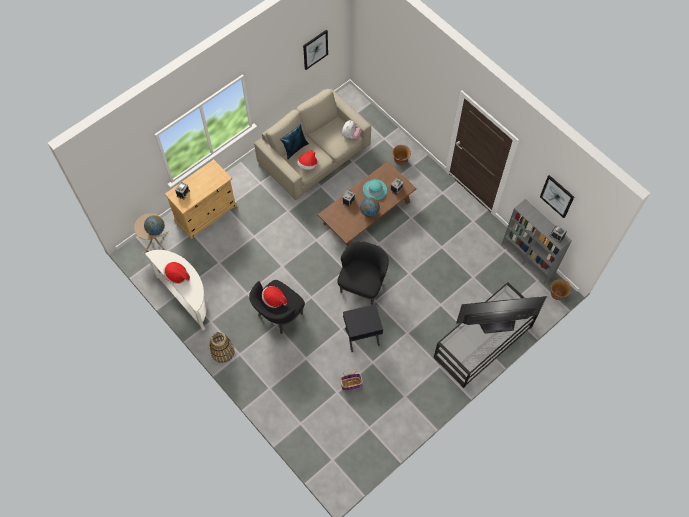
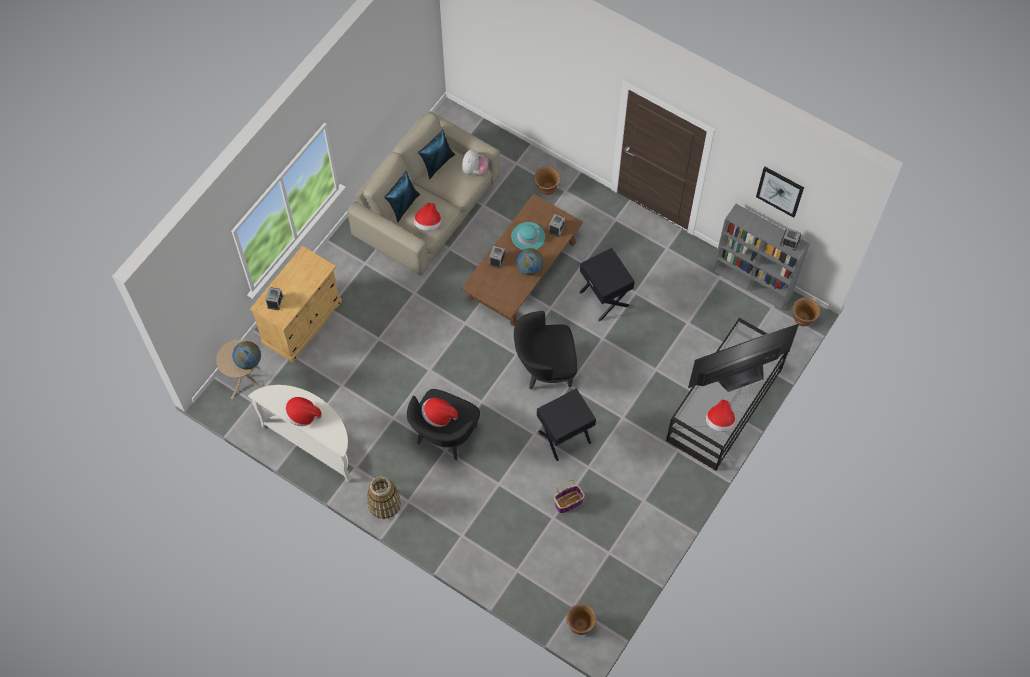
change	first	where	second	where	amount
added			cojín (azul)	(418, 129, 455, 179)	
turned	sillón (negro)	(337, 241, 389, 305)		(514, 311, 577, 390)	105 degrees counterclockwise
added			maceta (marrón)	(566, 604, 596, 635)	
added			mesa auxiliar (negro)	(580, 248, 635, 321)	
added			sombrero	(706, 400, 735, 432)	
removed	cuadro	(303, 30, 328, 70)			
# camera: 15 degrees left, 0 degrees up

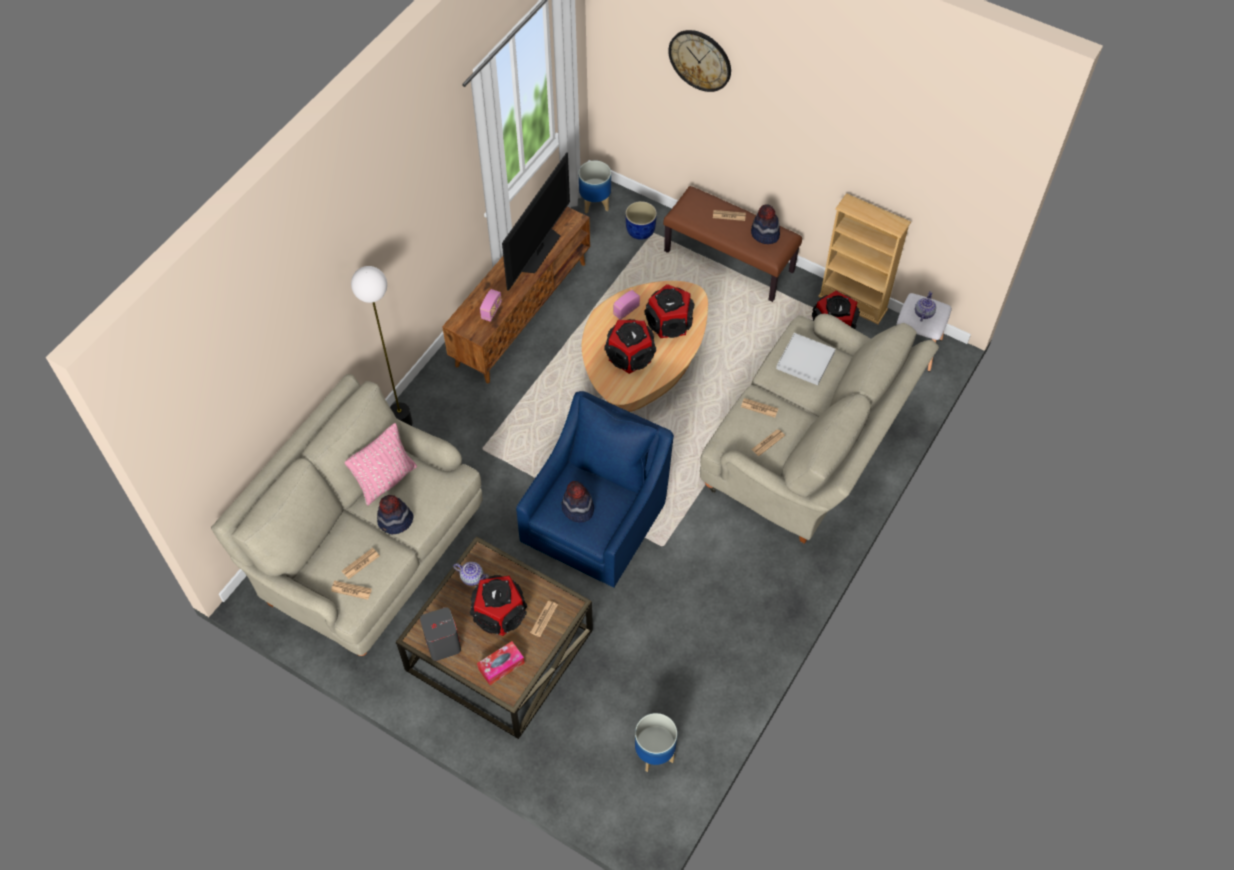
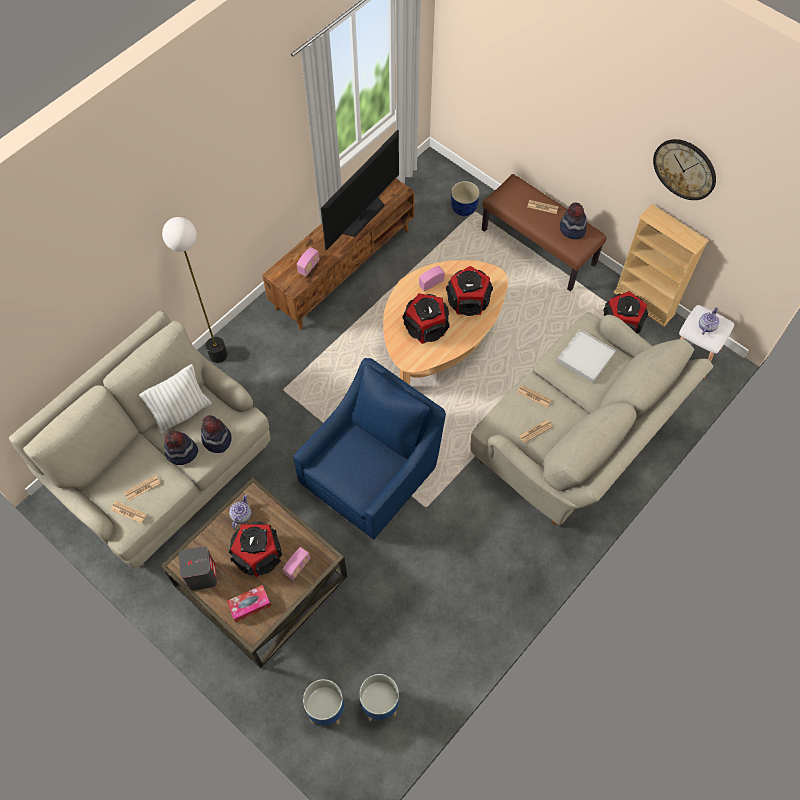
change	first	where	second	where	amount
recoloured	cojín (rosa)	(345, 423, 417, 506)	cojín (blanco)	(139, 364, 212, 434)	
moved	sombrero	(561, 481, 594, 522)		(201, 415, 232, 453)	
turned	tetera	(453, 562, 489, 586)		(229, 494, 251, 529)	105 degrees counterclockwise
replaced	periódico	(530, 601, 558, 637)	radio	(283, 547, 310, 580)	
moved	maceta	(578, 161, 611, 214)		(303, 679, 344, 725)	
moved	reloj de pared	(668, 30, 731, 92)		(653, 139, 716, 200)	
# camera: 10 degrees right, 5 degrees up

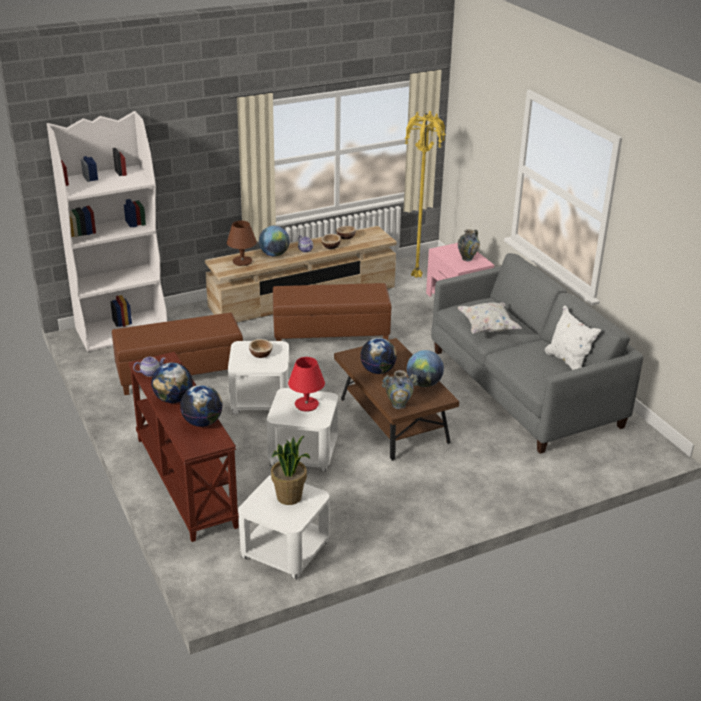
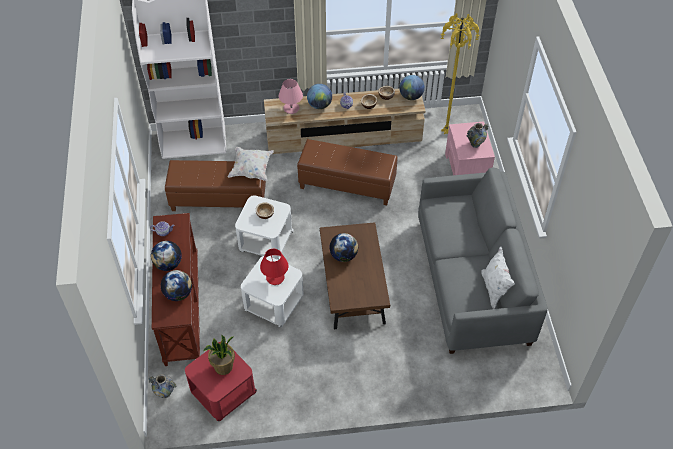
change	first	where	second	where	amount
moved	florero	(382, 370, 418, 409)		(149, 374, 177, 398)	
recoloured	mesa auxiliar (blanco)	(238, 475, 330, 579)	mesa auxiliar (rojo)	(185, 342, 257, 421)	
moved	cojín (blanco)	(458, 302, 522, 334)		(227, 147, 274, 181)	
recoloured	lámpara de mesa (marrón)	(227, 221, 257, 266)	lámpara de mesa (rosa)	(278, 79, 303, 114)	
moved	globo terráqueo	(407, 350, 444, 387)		(399, 75, 425, 100)	
# camera: 20 degrees right, 20 degrees up

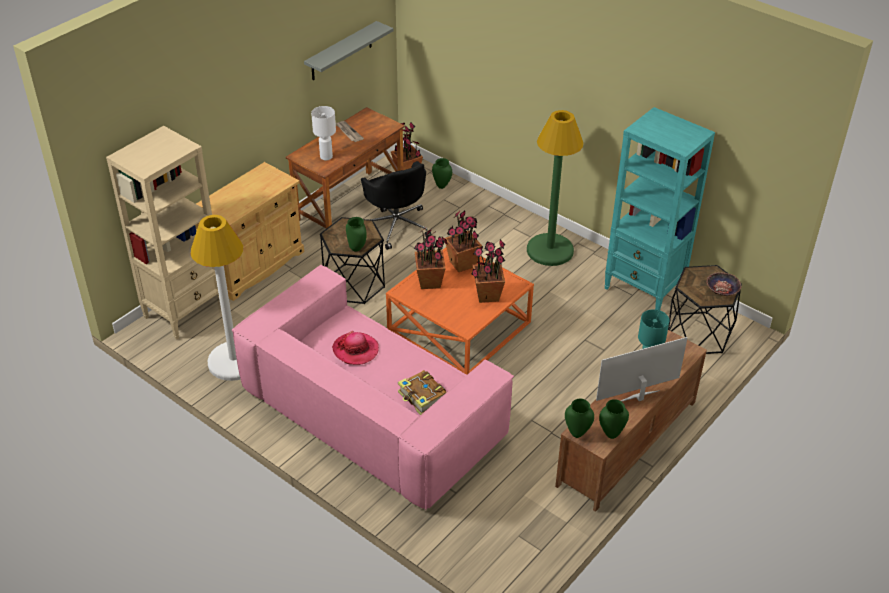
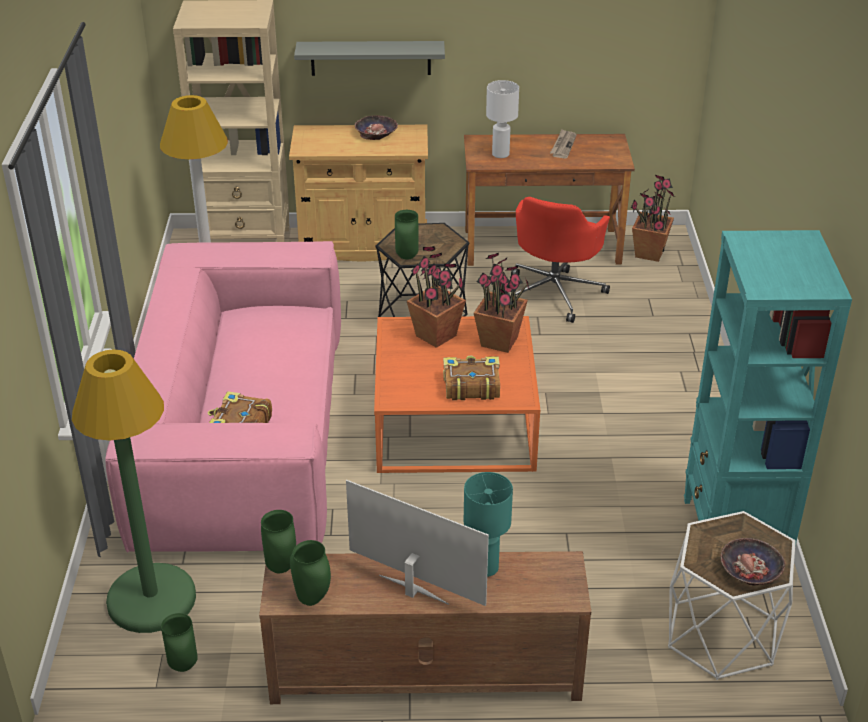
change	first	where	second	where	amount
moved	lámpara de pie (verde)	(527, 110, 584, 266)		(72, 349, 196, 633)	
moved	florero (verde)	(432, 158, 452, 189)		(161, 613, 198, 672)	
moved	estante (gris)	(304, 21, 393, 80)		(294, 41, 445, 76)	
added			cuenco	(355, 116, 398, 140)	
replaced	planta en maceta	(471, 239, 505, 303)	libro	(443, 355, 500, 400)	
recoloured	silla de oficina (negro)	(361, 161, 432, 250)	silla de oficina (rojo)	(511, 197, 610, 323)	
recoloured	mesa auxiliar (negro)	(668, 265, 742, 354)	mesa auxiliar (blanco)	(668, 511, 796, 680)	
removed	sombrero	(332, 331, 379, 365)			
# camera: 50 degrees right, 5 degrees down

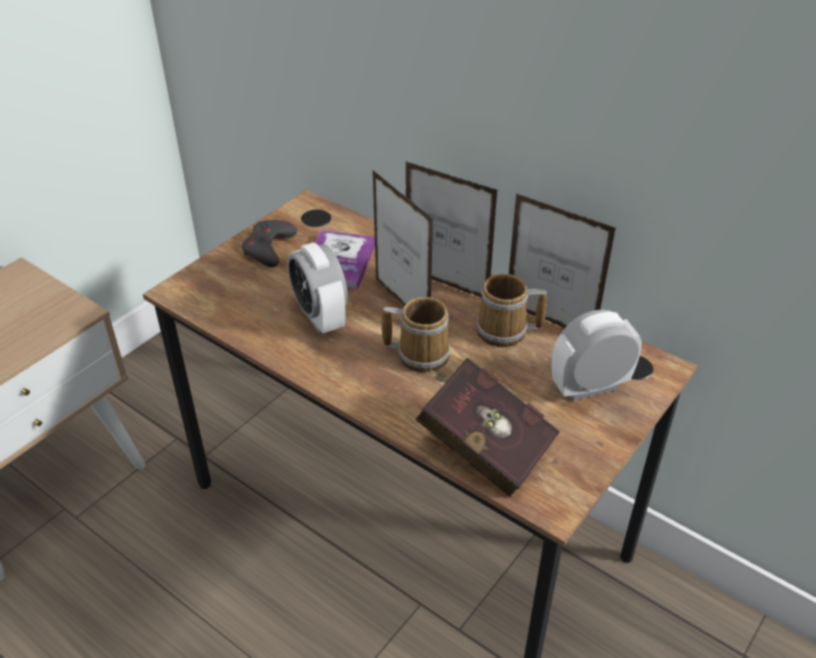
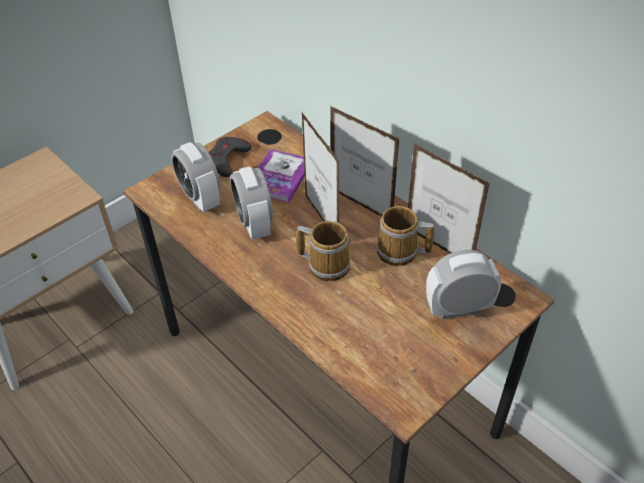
change	first	where	second	where	amount
added			despertador	(171, 142, 220, 212)	
removed	libro (rojo)	(415, 358, 560, 497)			
# camera: 10 degrees right, 5 degrees up

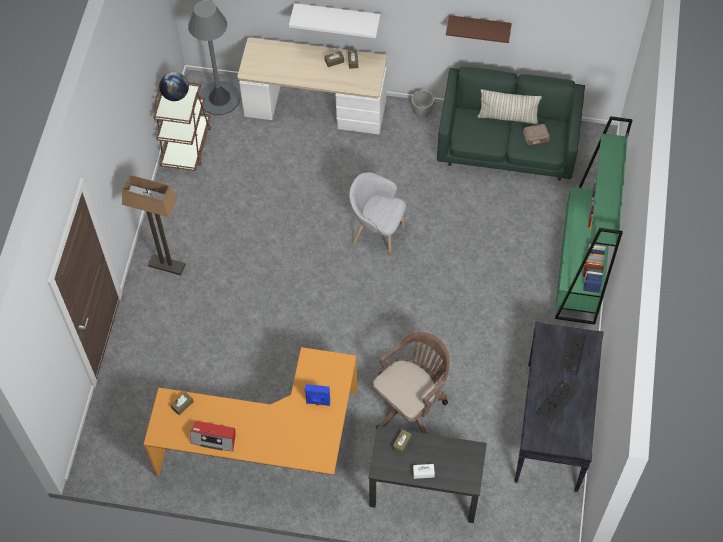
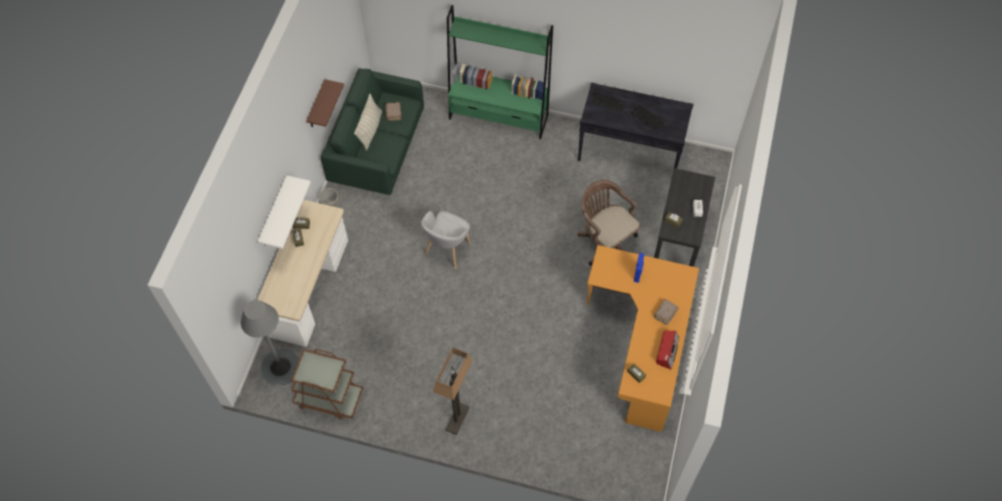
change	first	where	second	where	amount
added			libro (marrón)	(654, 299, 679, 325)	
removed	globo terráqueo	(159, 72, 189, 101)			
# camera: 85 degrees left, 0 degrees up

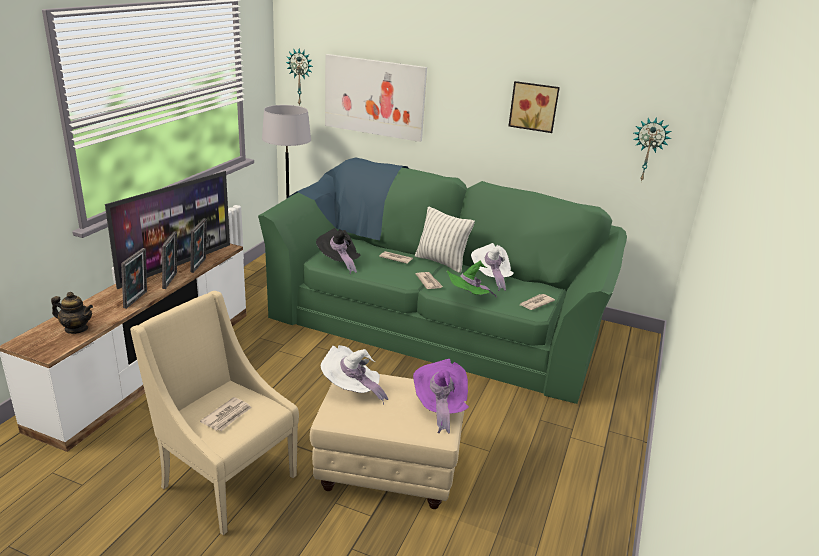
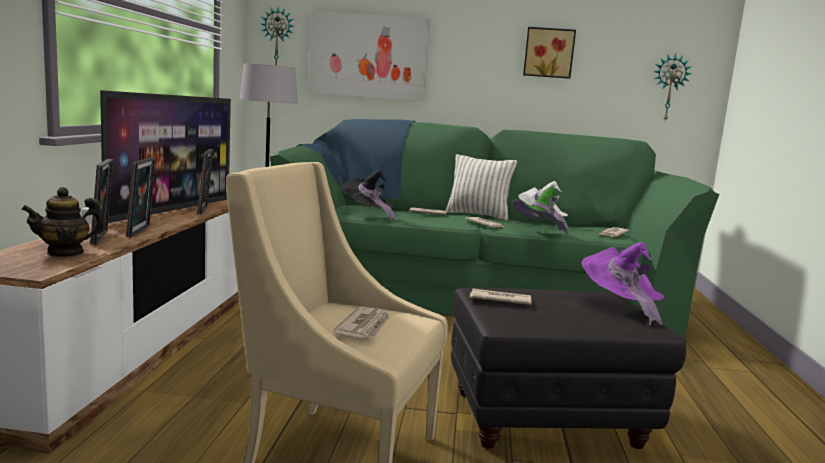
change	first	where	second	where	amount
turned	tetera	(51, 292, 93, 334)		(21, 187, 105, 257)	150 degrees clockwise
moved	portarretratos	(162, 231, 177, 289)		(90, 159, 113, 245)	
recoloured	puf (beis)	(310, 374, 466, 509)	puf (negro)	(451, 288, 686, 449)	
replaced	sombrero (blanco)	(321, 345, 388, 405)	periódico	(470, 289, 531, 305)	
# camera: 15 degrees left, 15 degrees down

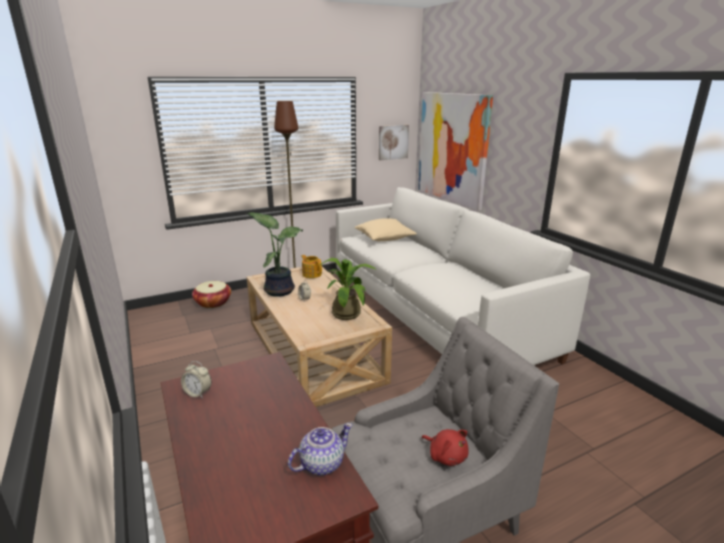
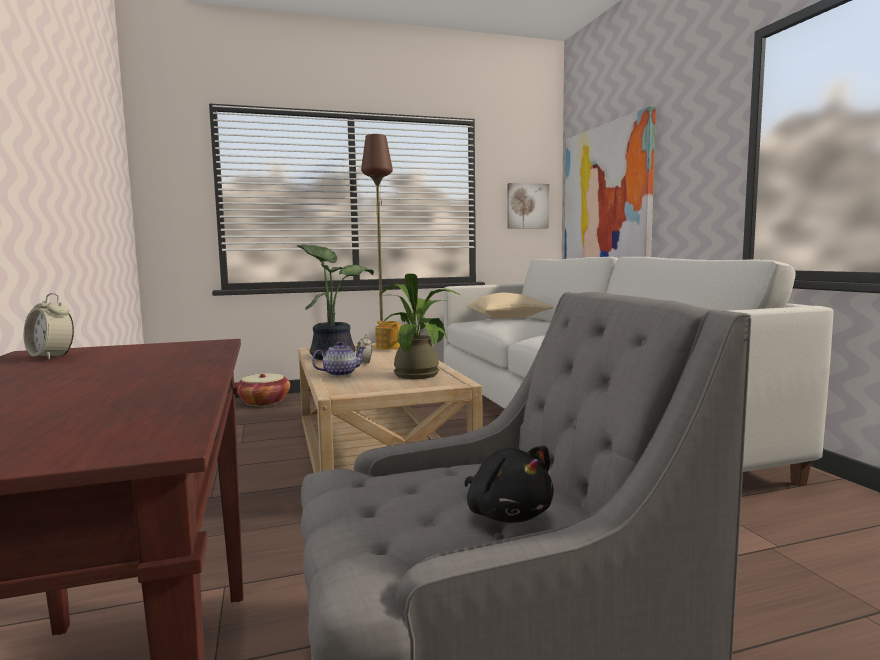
change	first	where	second	where	amount
moved	tetera	(288, 423, 352, 475)		(312, 341, 366, 376)	
recoloured	peluche (rojo)	(422, 429, 469, 466)	peluche (negro)	(464, 446, 554, 523)	
# camera: 10 degrees right, 15 degrees down

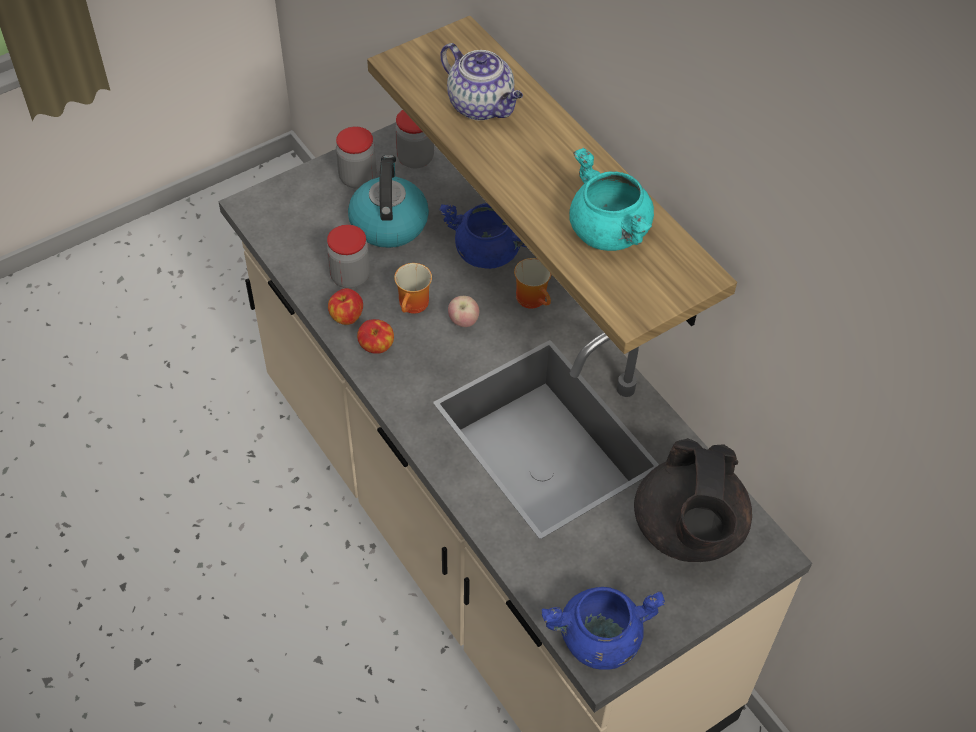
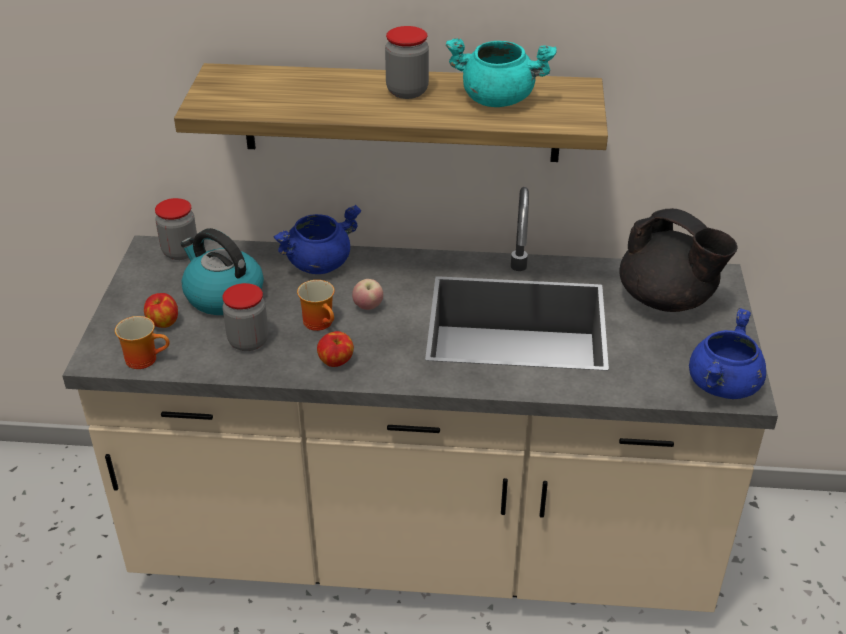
change	first	where	second	where	amount
moved	taza grande	(514, 258, 552, 309)		(115, 316, 170, 369)	
moved	manzana	(328, 288, 363, 325)		(144, 293, 178, 328)	
moved	tarro	(336, 126, 376, 189)		(385, 26, 429, 99)	
removed	tetera	(440, 43, 523, 120)			
# camera: 50 degrees left, 15 degrees down

